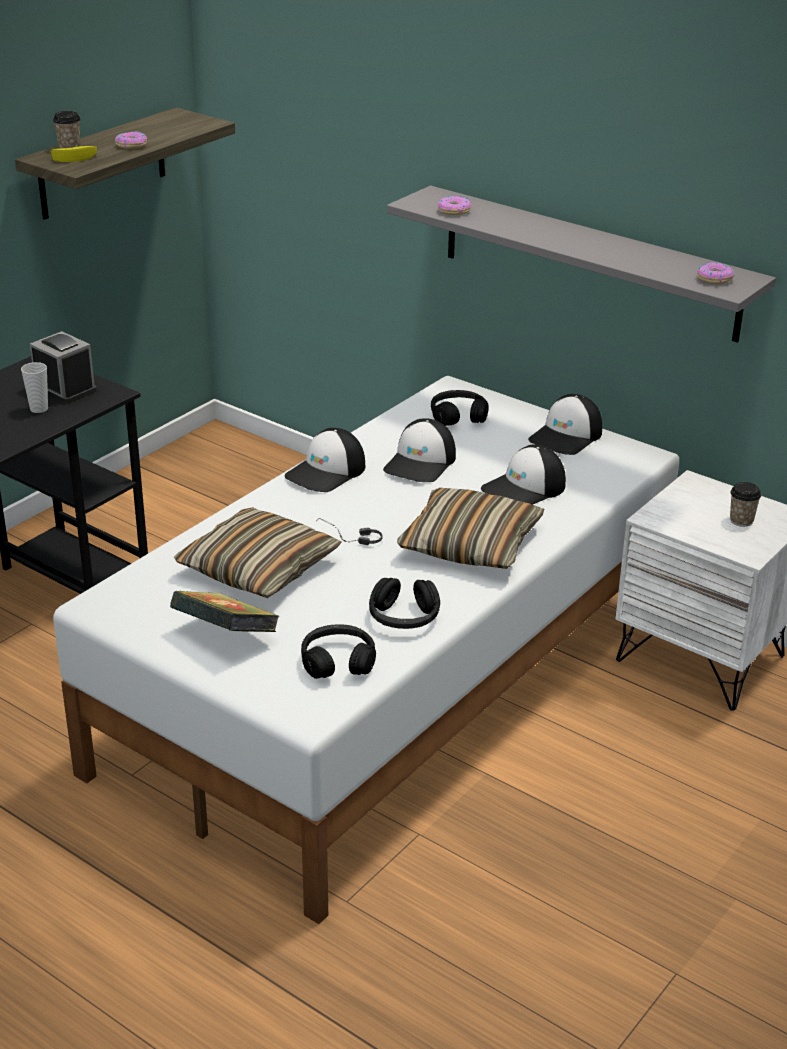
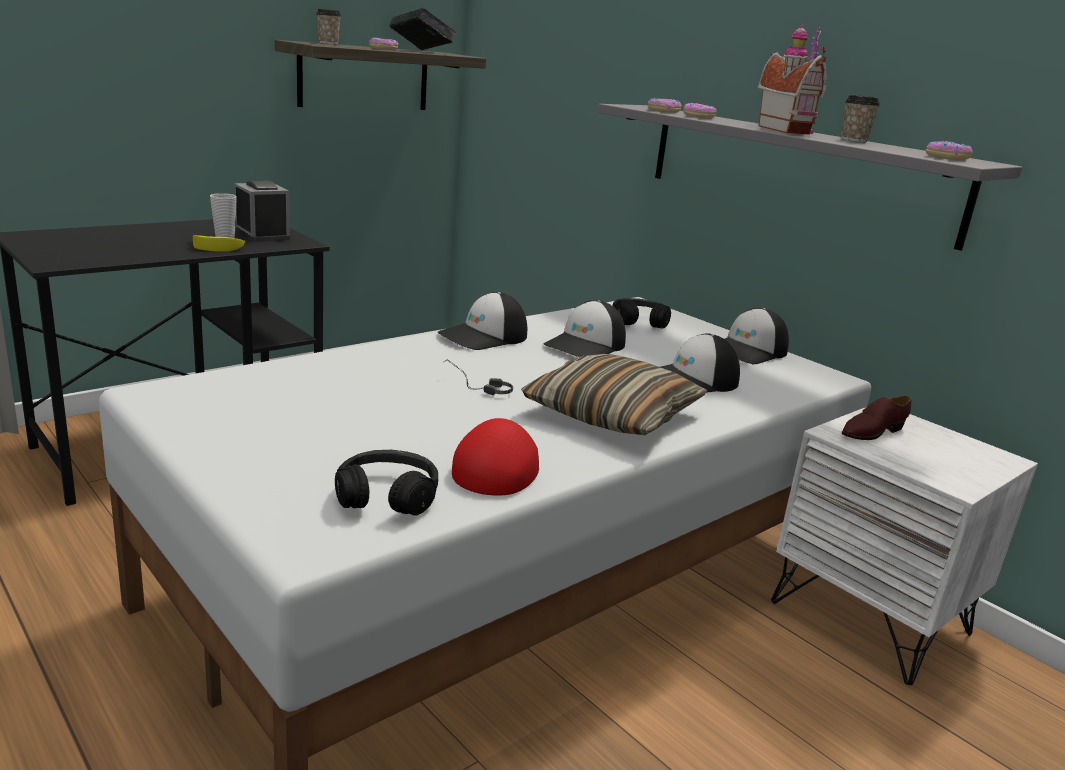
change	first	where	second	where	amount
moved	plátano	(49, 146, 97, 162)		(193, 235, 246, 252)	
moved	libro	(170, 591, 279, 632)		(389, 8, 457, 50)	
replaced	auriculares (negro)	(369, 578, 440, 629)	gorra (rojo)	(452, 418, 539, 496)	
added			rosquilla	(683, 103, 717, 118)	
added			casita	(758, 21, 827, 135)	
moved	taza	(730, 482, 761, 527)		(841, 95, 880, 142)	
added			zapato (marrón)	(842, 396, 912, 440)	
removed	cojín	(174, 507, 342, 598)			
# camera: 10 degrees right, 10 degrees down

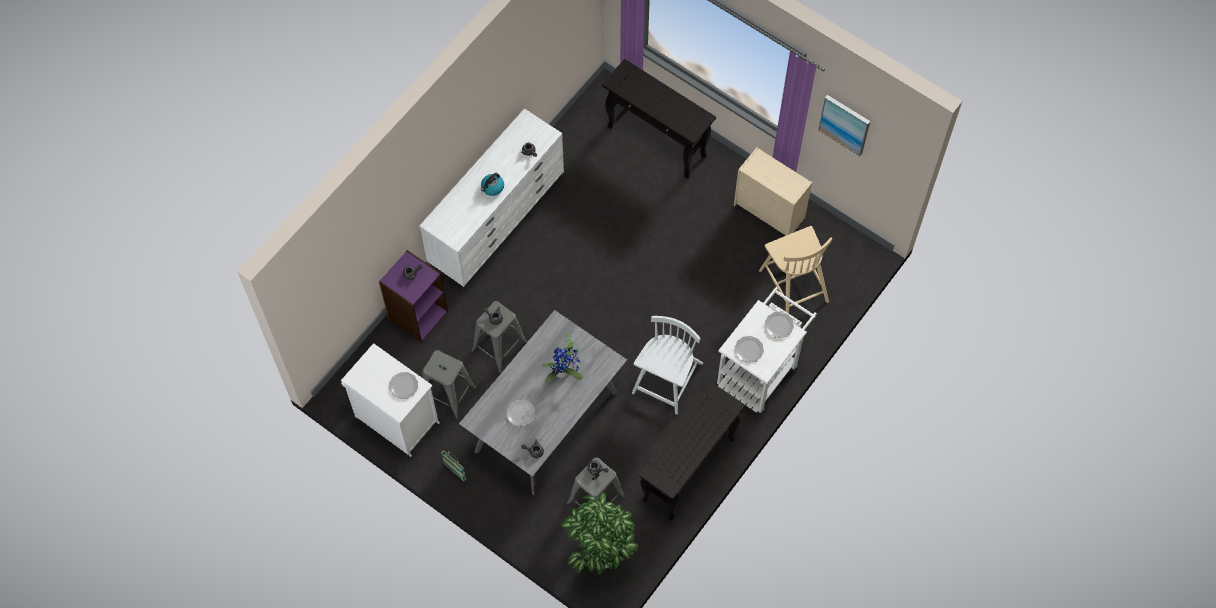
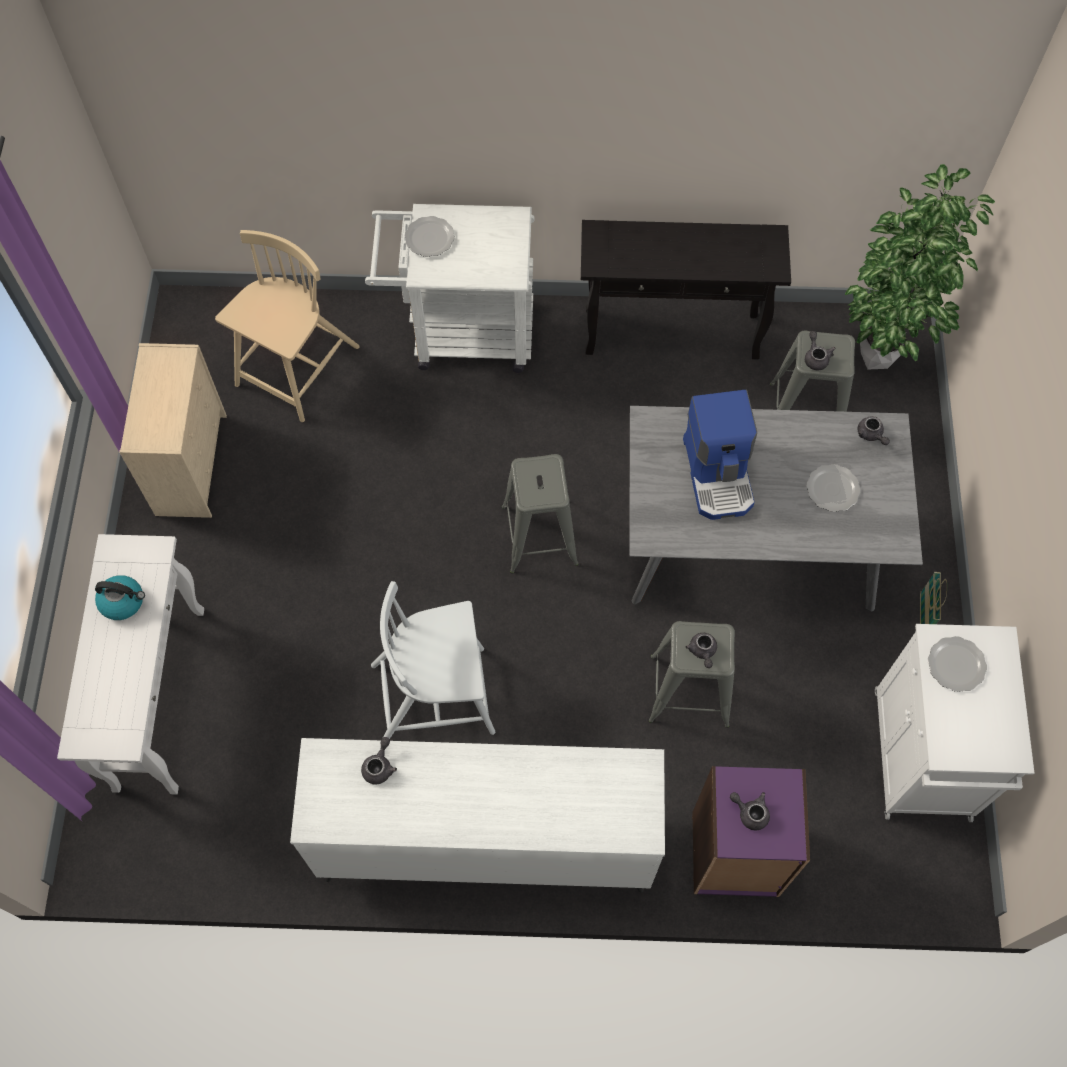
change	first	where	second	where	amount
recoloured	mesa consola (negro)	(602, 59, 716, 179)	mesa consola (blanco)	(57, 534, 204, 795)	
moved	hervidor	(481, 173, 504, 196)		(95, 575, 145, 620)	
moved	silla (blanco)	(632, 316, 703, 415)		(371, 581, 495, 739)	
moved	taburete (gris)	(422, 350, 476, 419)		(501, 454, 579, 574)	
replaced	planta en maceta	(542, 335, 583, 382)	cafetera	(683, 390, 757, 520)	
removed	plato	(735, 336, 764, 363)			
removed	cuadro	(818, 95, 870, 156)			
# camera: 125 degrees left, 0 degrees up

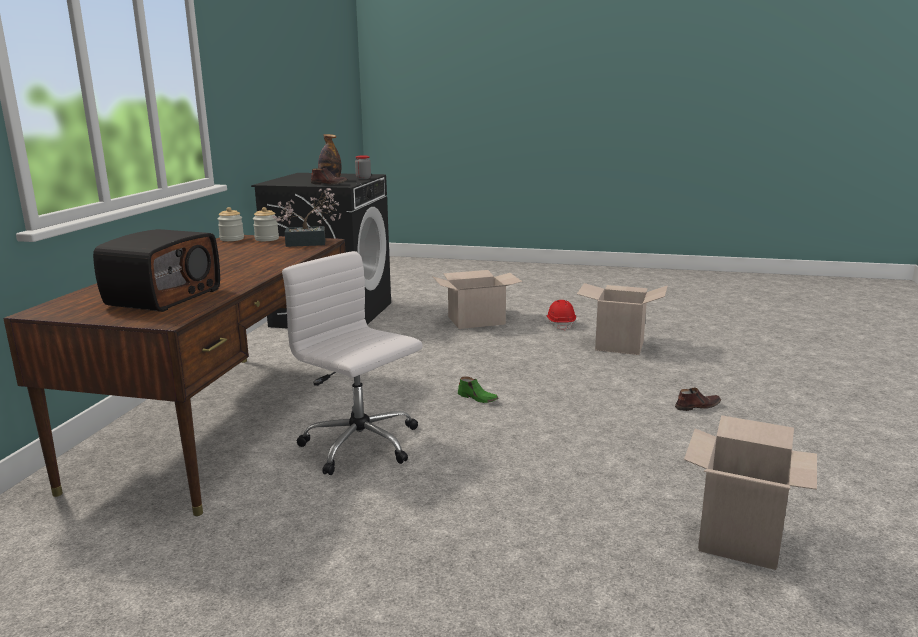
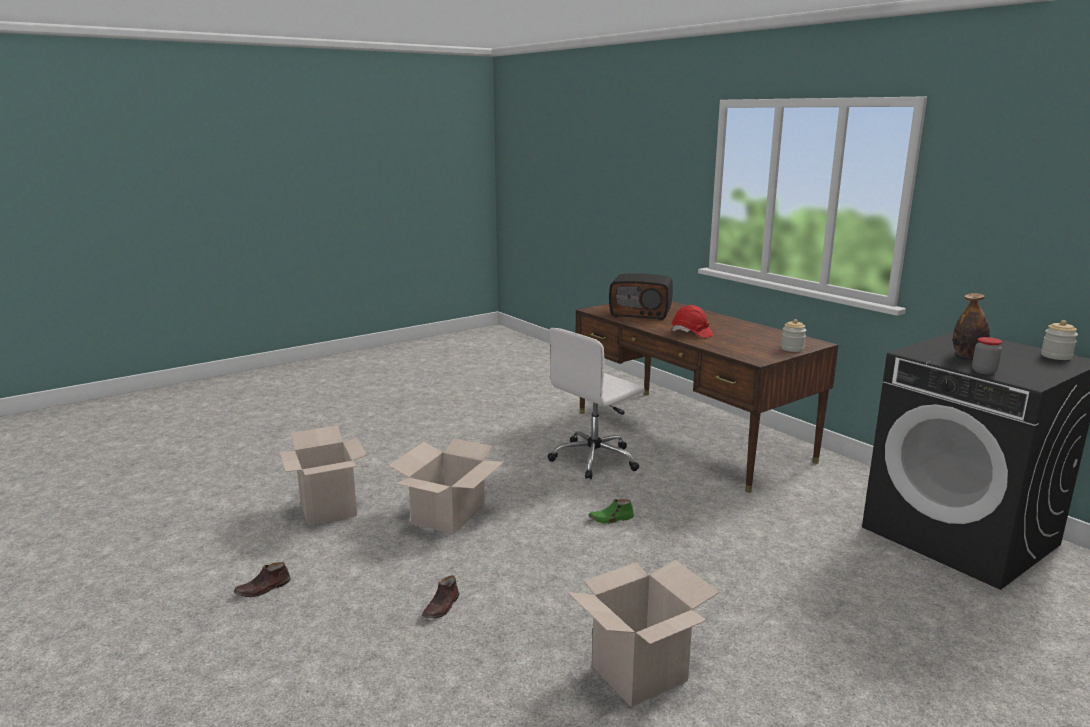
change	first	where	second	where	amount
moved	zapato (marrón)	(311, 168, 347, 185)		(234, 562, 291, 597)	
moved	caja de cartón	(432, 270, 522, 329)		(389, 439, 504, 534)	
turned	silla de oficina (blanco)	(282, 251, 423, 475)		(547, 328, 645, 479)	150 degrees clockwise
turned	radio	(93, 229, 220, 312)		(609, 273, 673, 320)	45 degrees counterclockwise
moved	casco (rojo)	(546, 300, 576, 331)		(672, 305, 713, 338)	
moved	tarro	(217, 207, 244, 241)		(1041, 320, 1078, 360)	
removed	planta en maceta	(272, 188, 341, 247)			
# camera: 130 degrees right, 0 degrees up

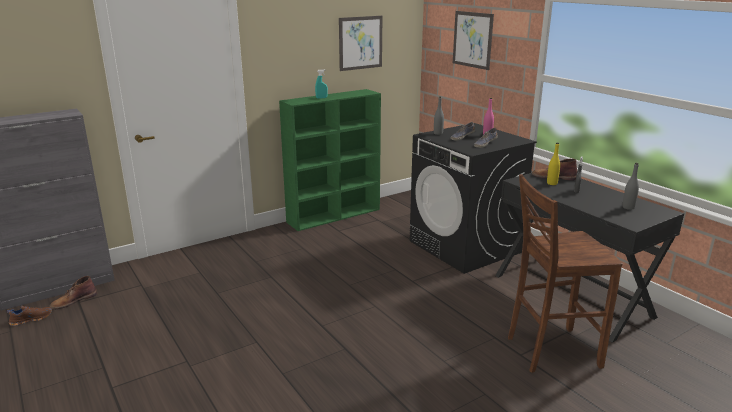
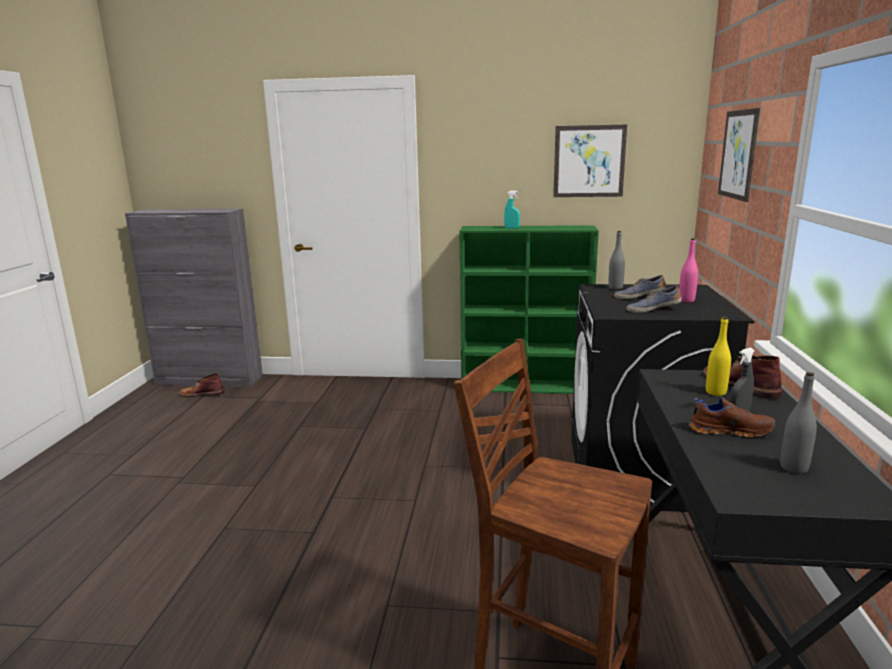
change	first	where	second	where	amount
moved	zapato (marrón)	(7, 306, 52, 326)		(688, 397, 775, 438)	
# camera: 40 degrees right, 5 degrees down

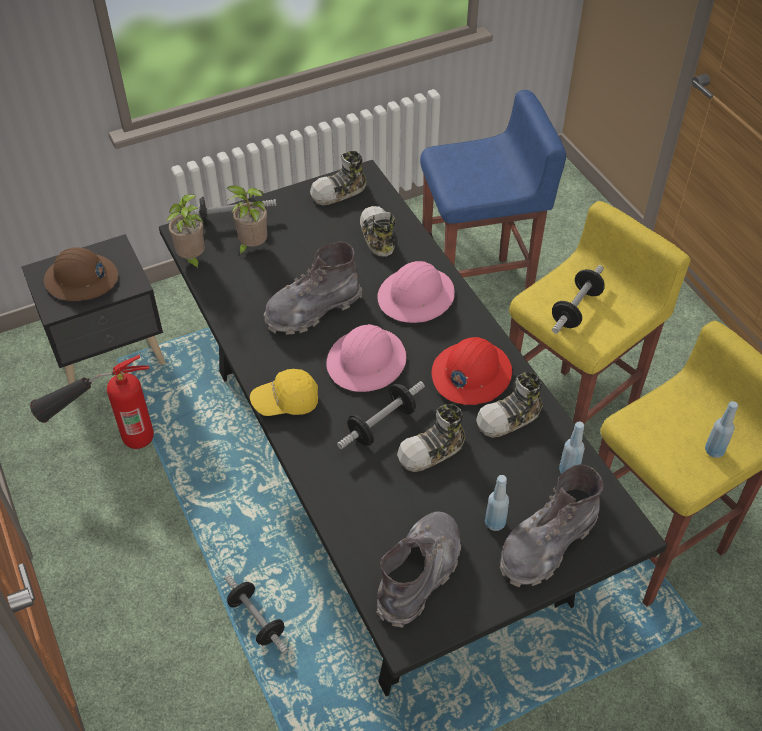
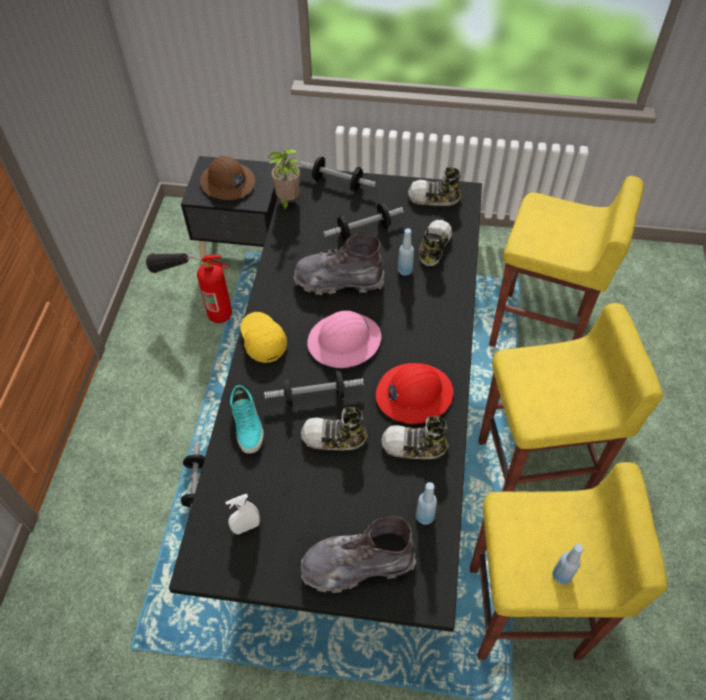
change	first	where	second	where	amount
replaced	bota (gris)	(376, 511, 461, 628)	pulverizador (blanco)	(225, 494, 260, 534)	
added			zapato (turquesa)	(230, 385, 264, 454)	
turned	gorra (amarillo)	(250, 369, 318, 416)		(240, 312, 287, 363)	45 degrees clockwise
moved	mancuerna	(552, 265, 605, 334)		(324, 203, 403, 240)	
moved	botella (azul)	(485, 475, 509, 531)		(398, 228, 414, 275)	
recoloured	taburete (azul)	(420, 90, 566, 290)	taburete (amarillo)	(489, 176, 644, 347)	
removed	planta en maceta	(226, 185, 267, 257)			
removed	casco (rosa)	(377, 261, 455, 323)			
# camera: 35 degrees right, 5 degrees up

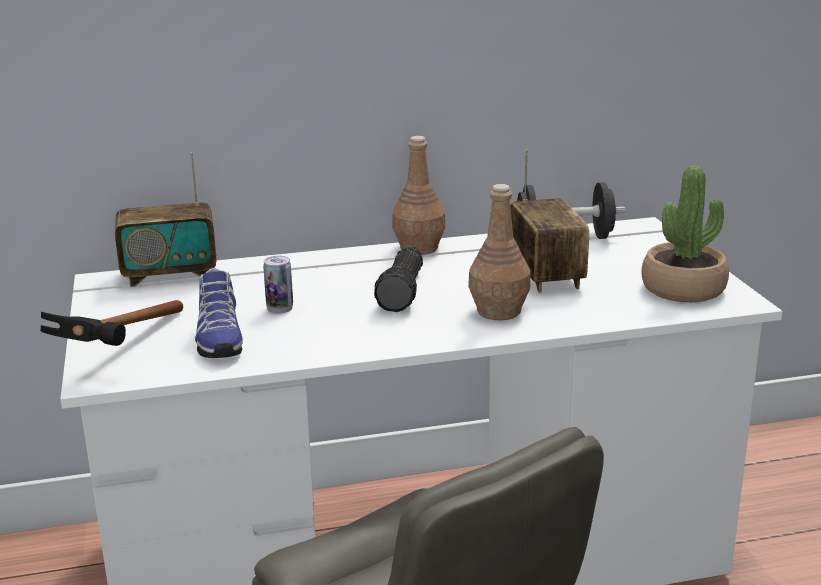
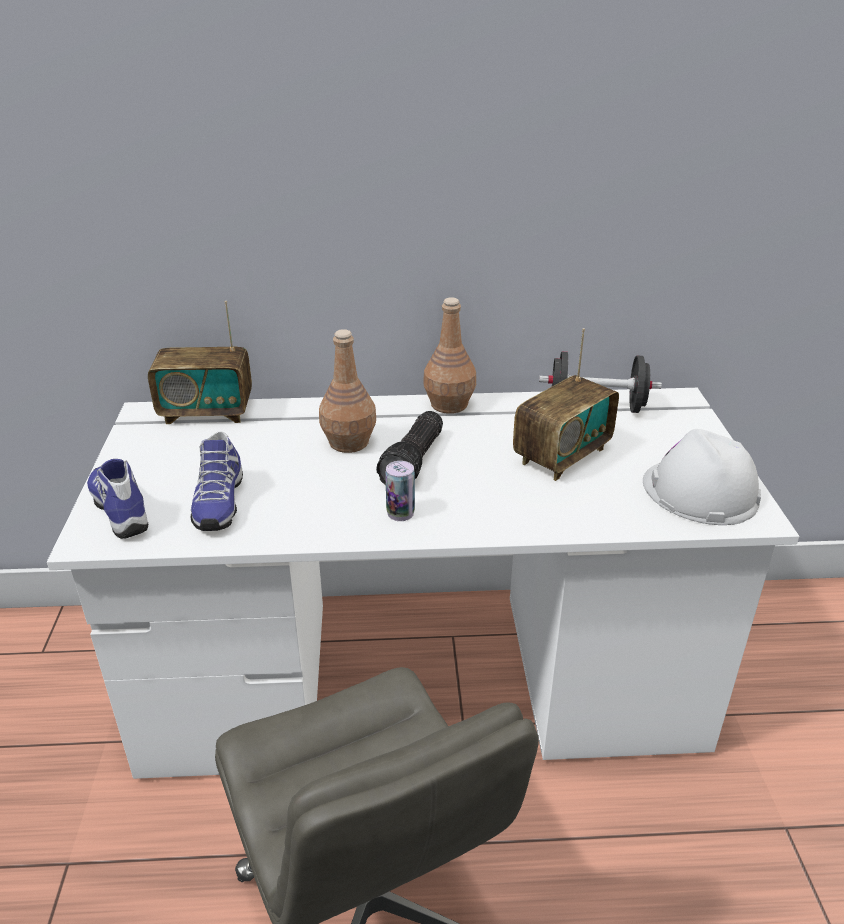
change	first	where	second	where	amount
replaced	martillo	(41, 300, 183, 346)	zapato	(87, 459, 148, 539)	
moved	botella (marrón)	(468, 184, 530, 320)		(319, 329, 376, 453)	
moved	lata	(263, 256, 293, 314)		(385, 461, 415, 521)	
turned	radio	(510, 149, 589, 293)		(513, 328, 619, 481)	45 degrees clockwise
replaced	planta en maceta	(641, 166, 729, 302)	casco (blanco)	(643, 429, 761, 525)	
# camera: 10 degrees right, 10 degrees up

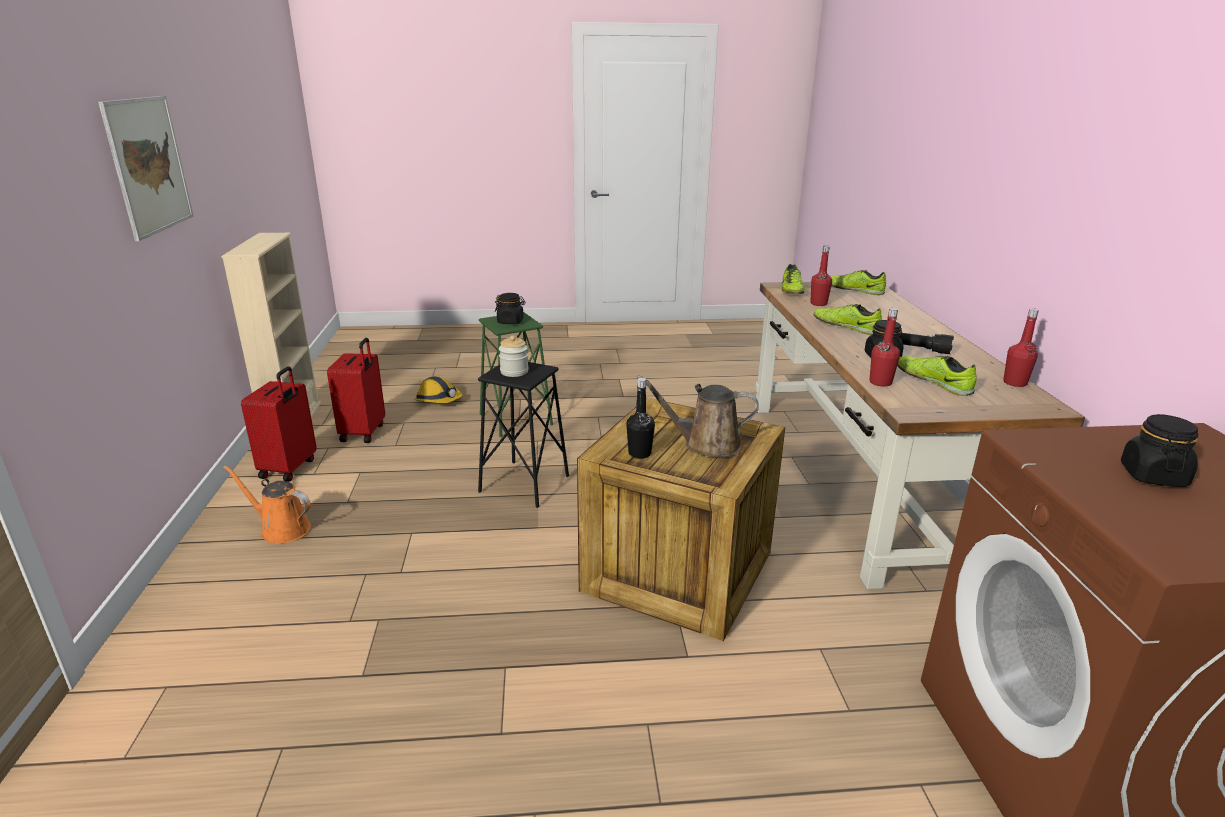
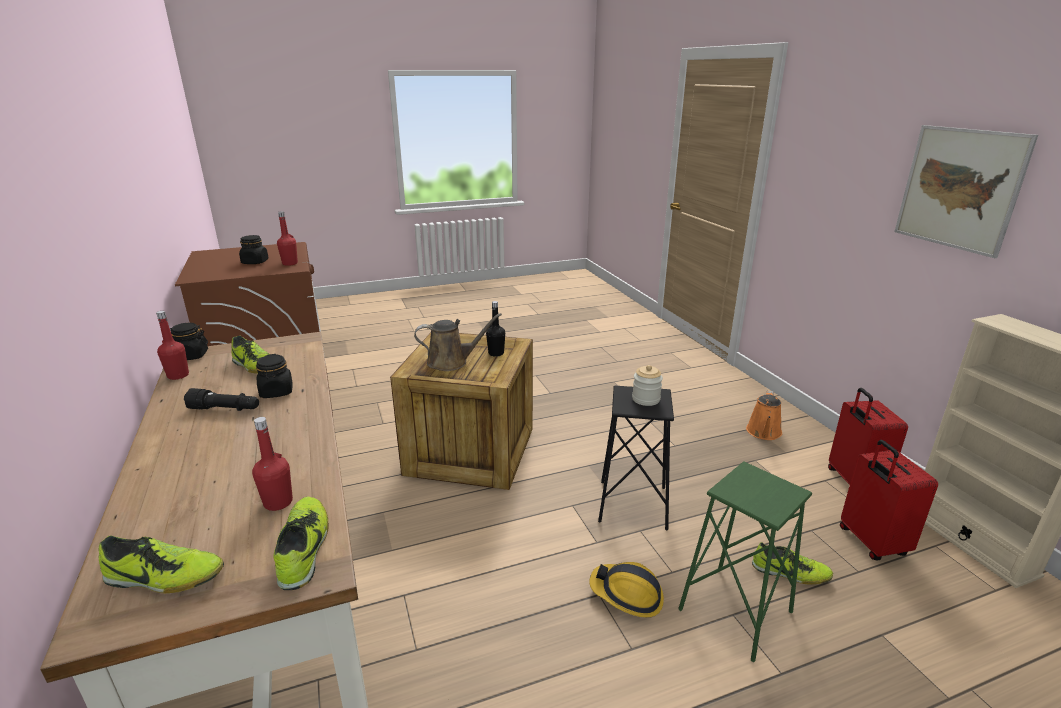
change	first	where	second	where	amount
moved	tarro (negro)	(495, 293, 526, 324)		(170, 323, 208, 360)	
moved	botella (rojo)	(870, 308, 900, 387)		(277, 211, 298, 266)	
moved	casco	(414, 376, 462, 403)		(589, 562, 664, 618)	
turned	regadera (naranja)	(223, 465, 311, 544)		(746, 391, 782, 440)	105 degrees clockwise
moved	zapato	(813, 304, 882, 335)		(752, 542, 833, 585)	
# camera: 165 degrees right, 0 degrees up

